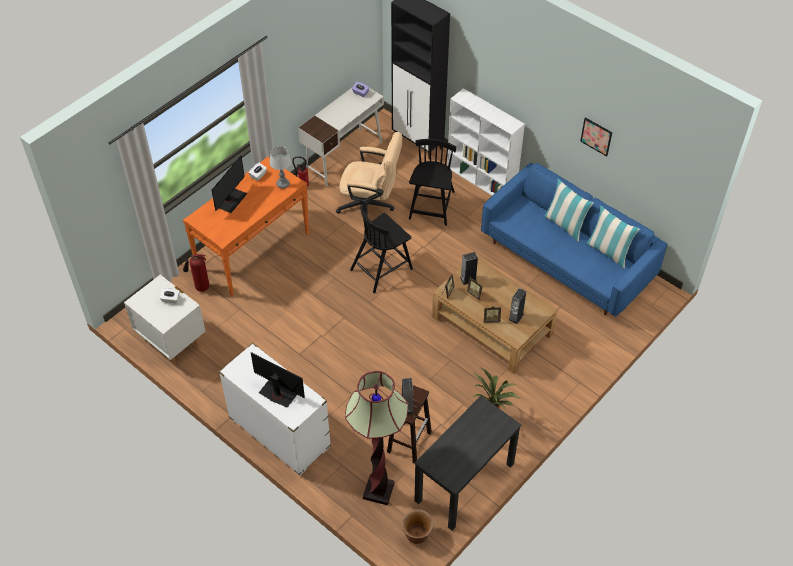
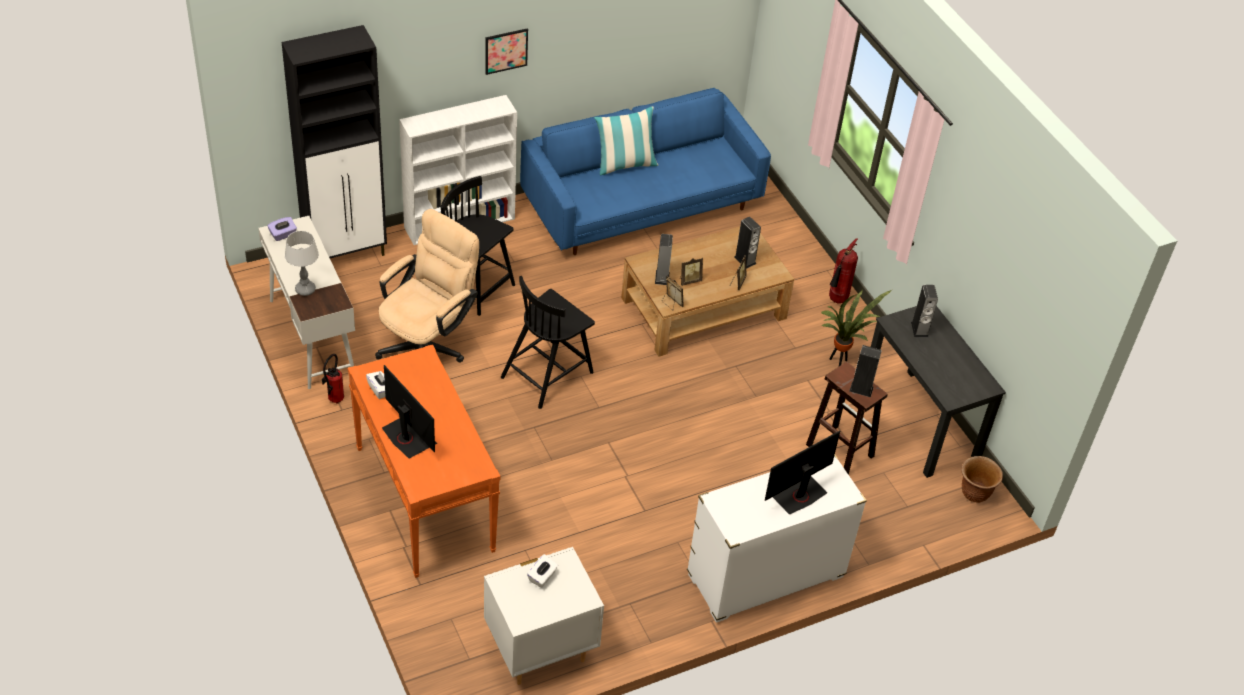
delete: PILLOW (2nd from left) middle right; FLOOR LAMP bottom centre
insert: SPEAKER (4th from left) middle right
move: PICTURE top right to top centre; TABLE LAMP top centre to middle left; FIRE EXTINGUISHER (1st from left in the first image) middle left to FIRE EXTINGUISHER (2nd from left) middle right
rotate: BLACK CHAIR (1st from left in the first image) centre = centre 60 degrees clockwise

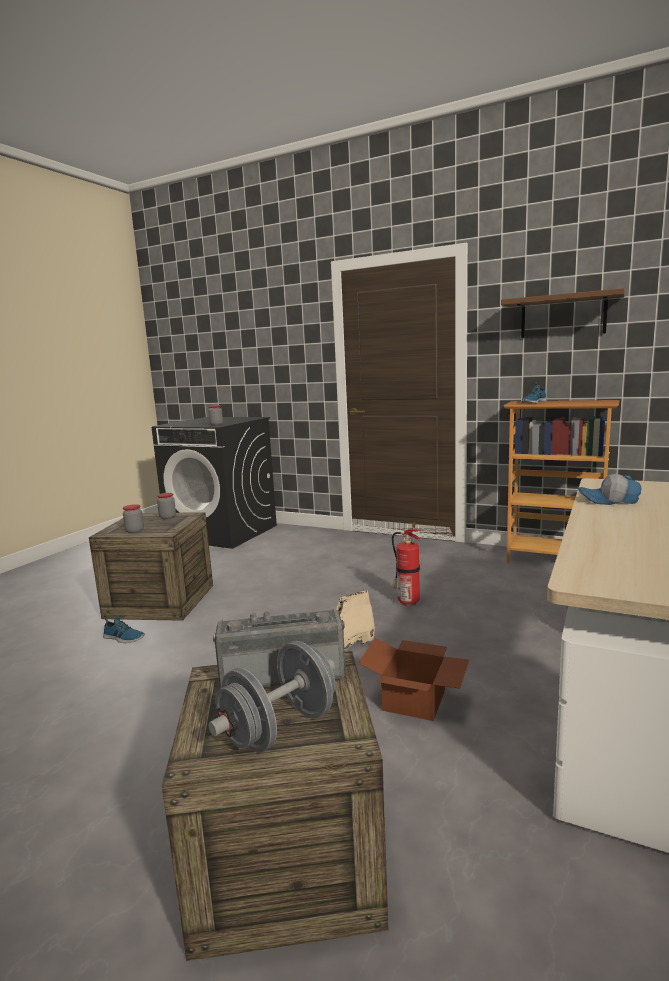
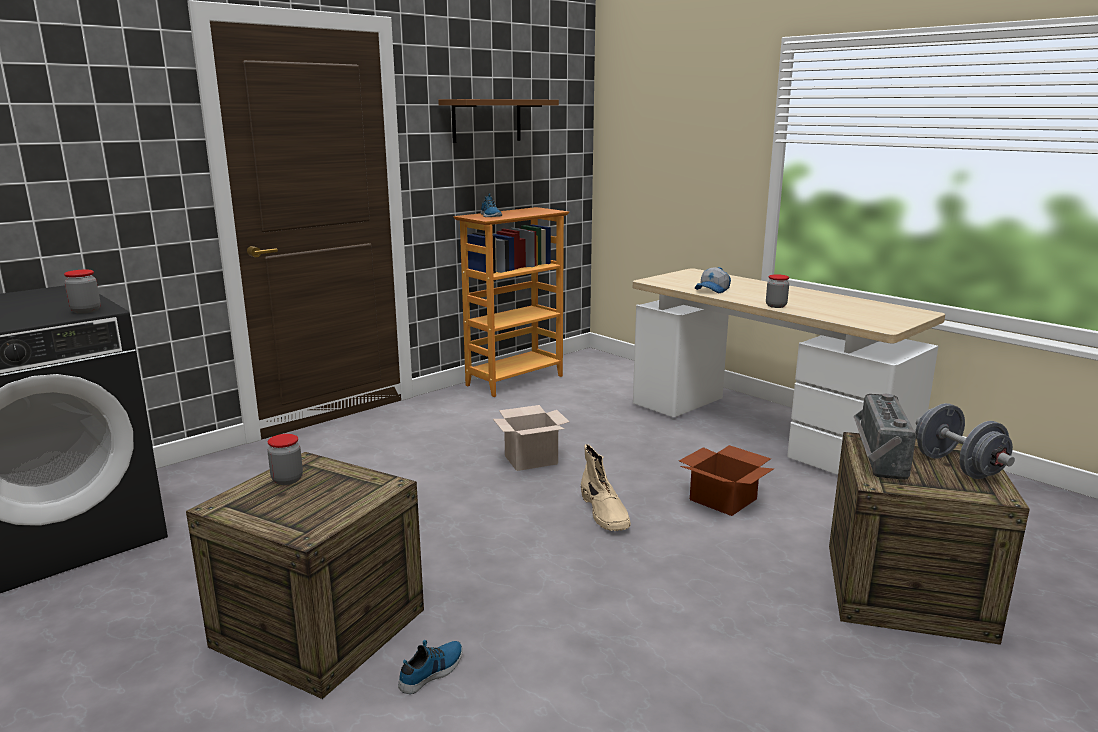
move: JAR (1st from left in the first image) middle left to JAR (3rd from left) middle right
replace: FIRE EXTINGUISHER centre to CARDBOARD BOX (1st from left) centre

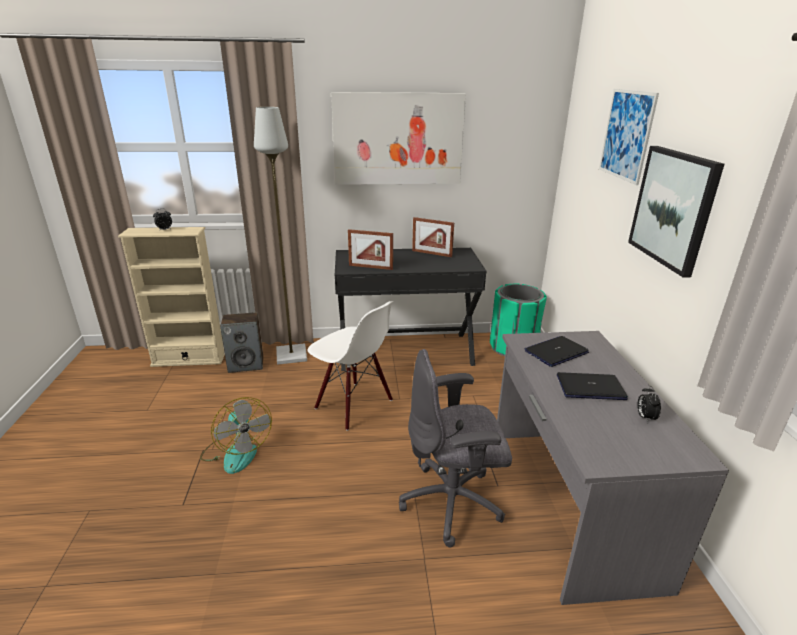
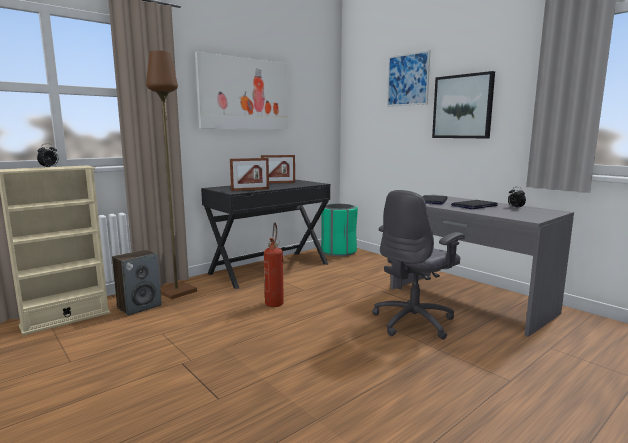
delete: FAN bottom left
replace: WHITE CHAIR centre to FIRE EXTINGUISHER centre
recolor: GREY FLOOR LAMP centre to BROWN FLOOR LAMP middle left

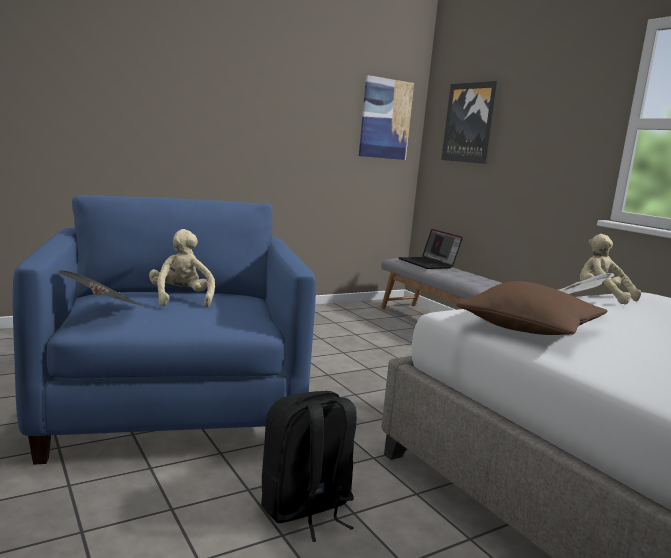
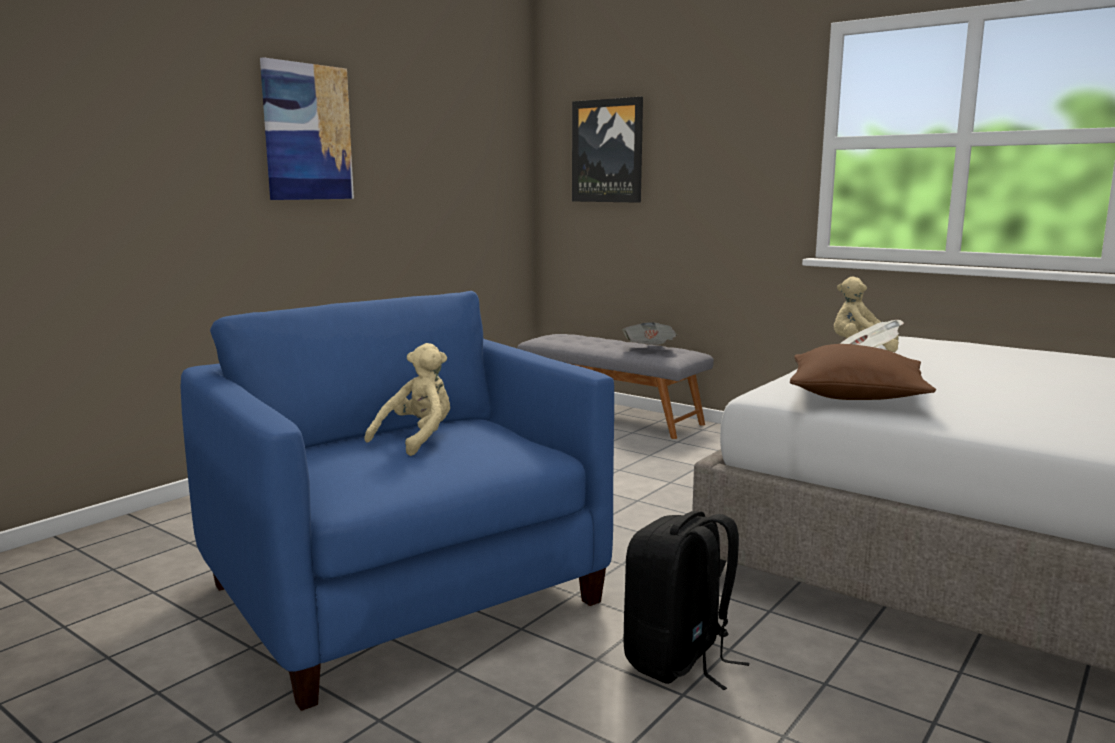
delete: LAPTOP centre
move: PICTURE (1st from left) top centre to top left; NEWSPAPER (1st from left) middle left to centre
rotate: BEIGE PLUSH TOY (1st from left) middle left = centre 75 degrees clockwise

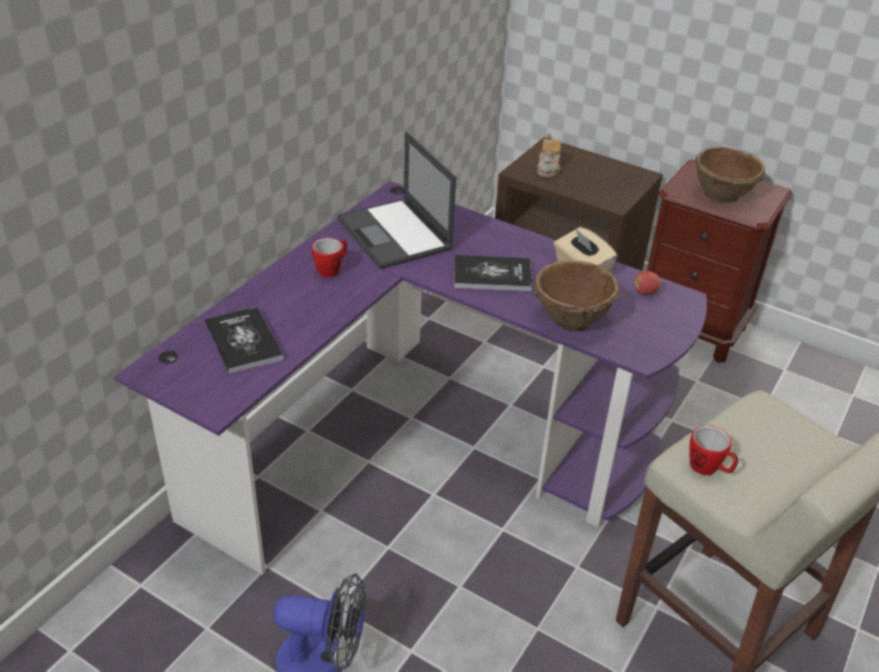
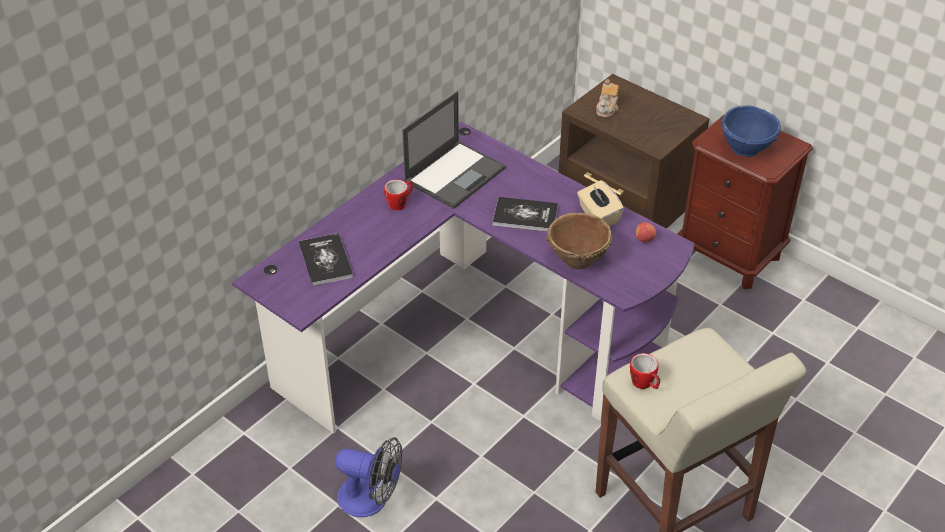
recolor: BROWN BOWL (2nd from left) top right to BLUE BOWL top right
rotate: LAPTOP top centre = top centre 120 degrees counterclockwise

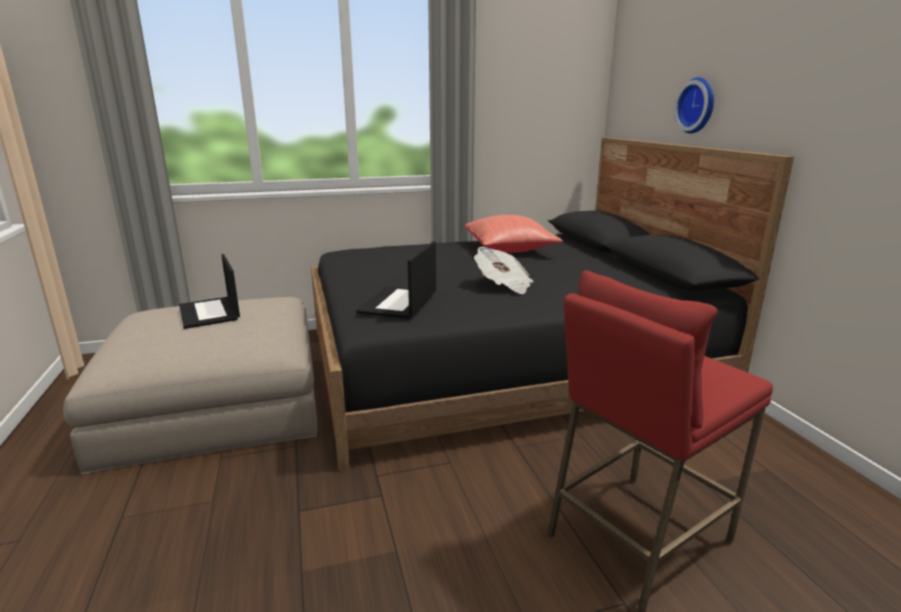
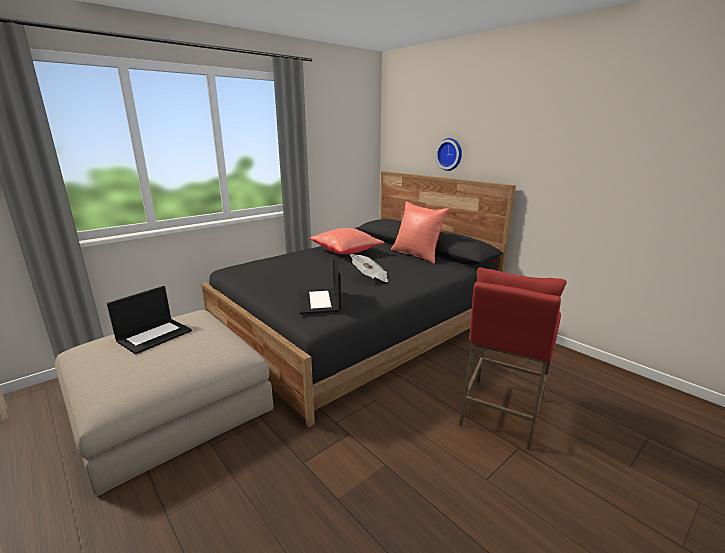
insert: RED PILLOW (2nd from left) centre
rotate: LAPTOP (1st from left) middle left = middle left 90 degrees counterclockwise

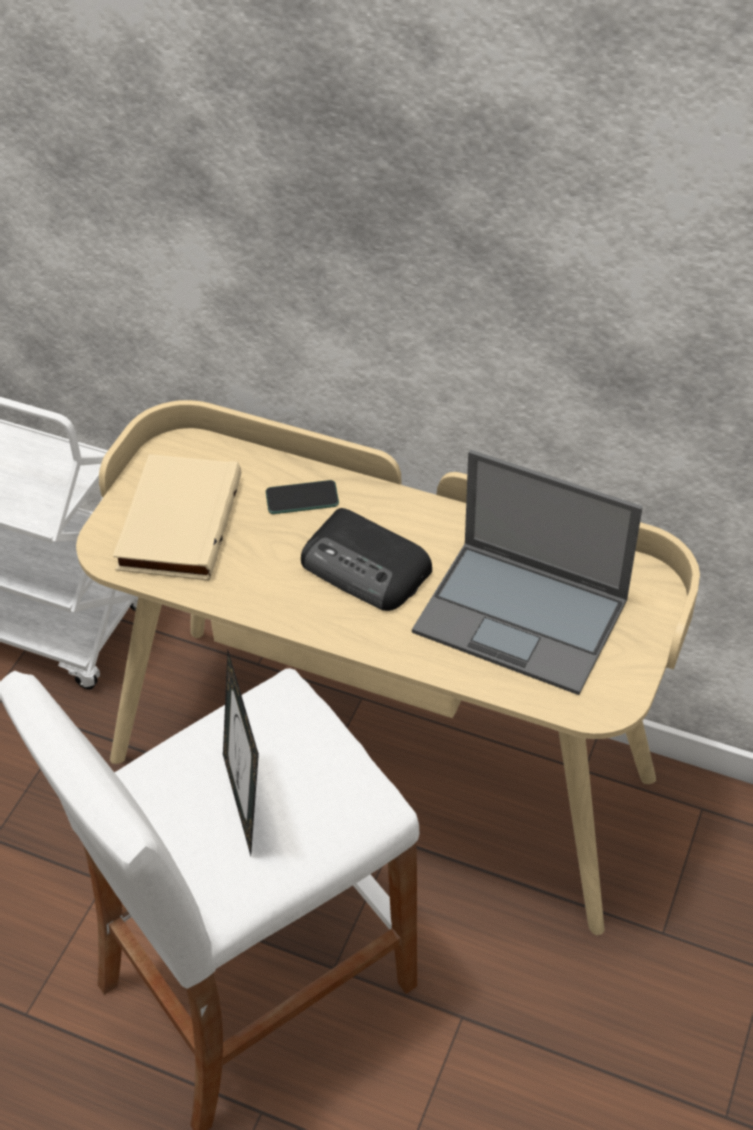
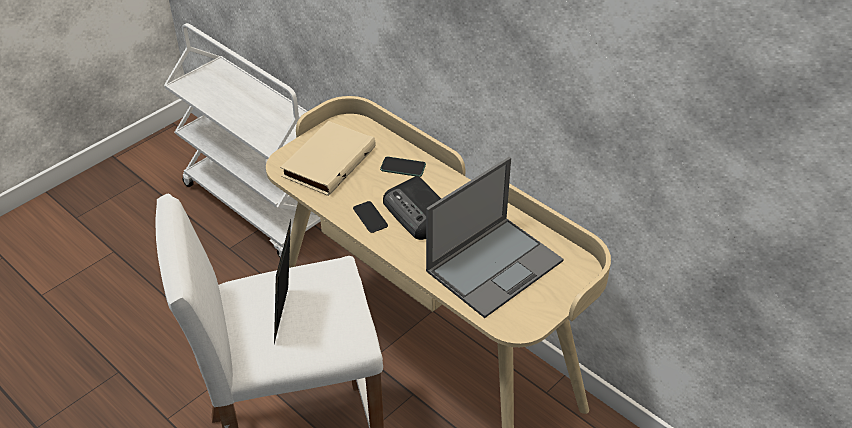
insert: PHONE (1st from left) centre
rotate: LAPTOP middle right = centre 90 degrees counterclockwise

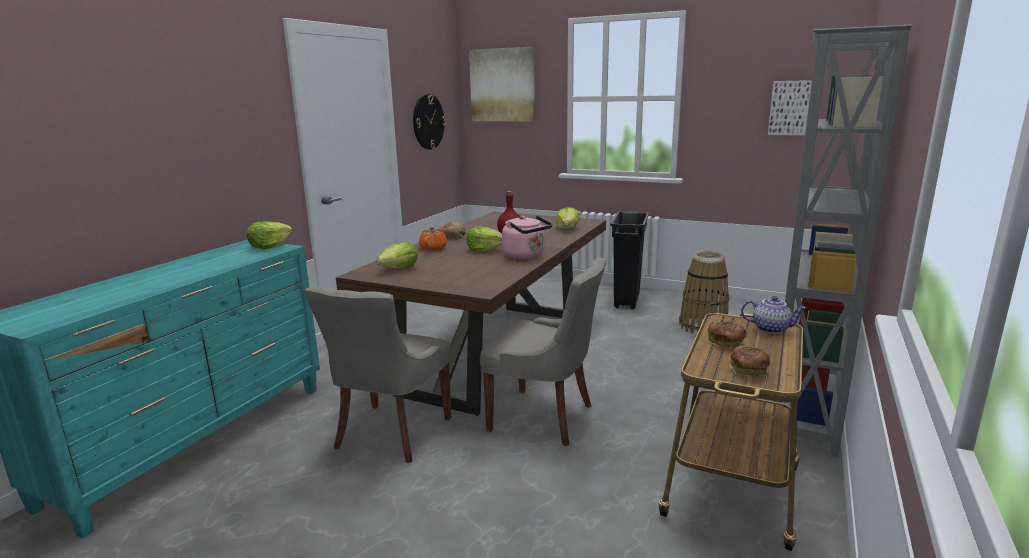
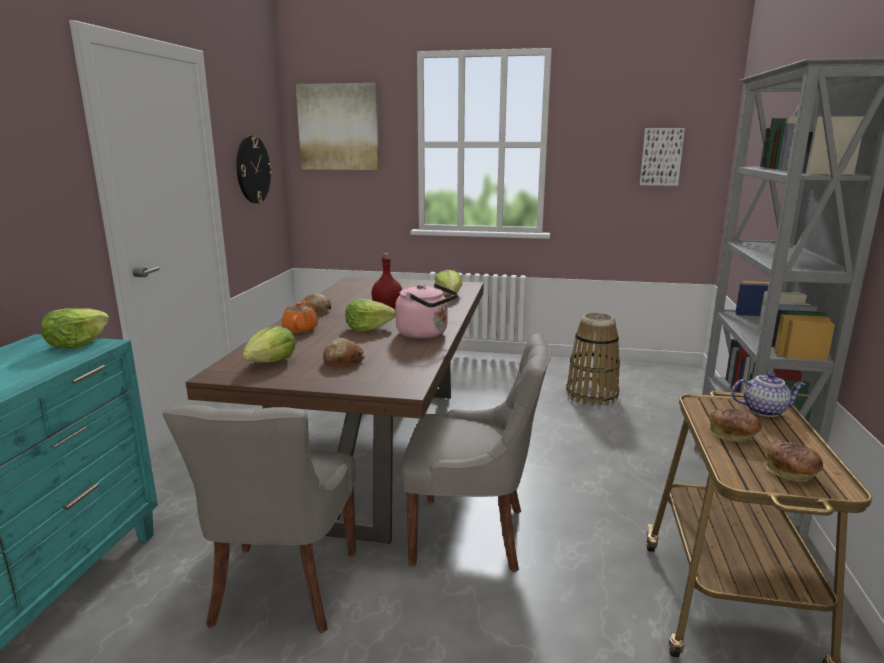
delete: BLACK TRASH CAN centre
insert: BREAD (2nd from left) centre

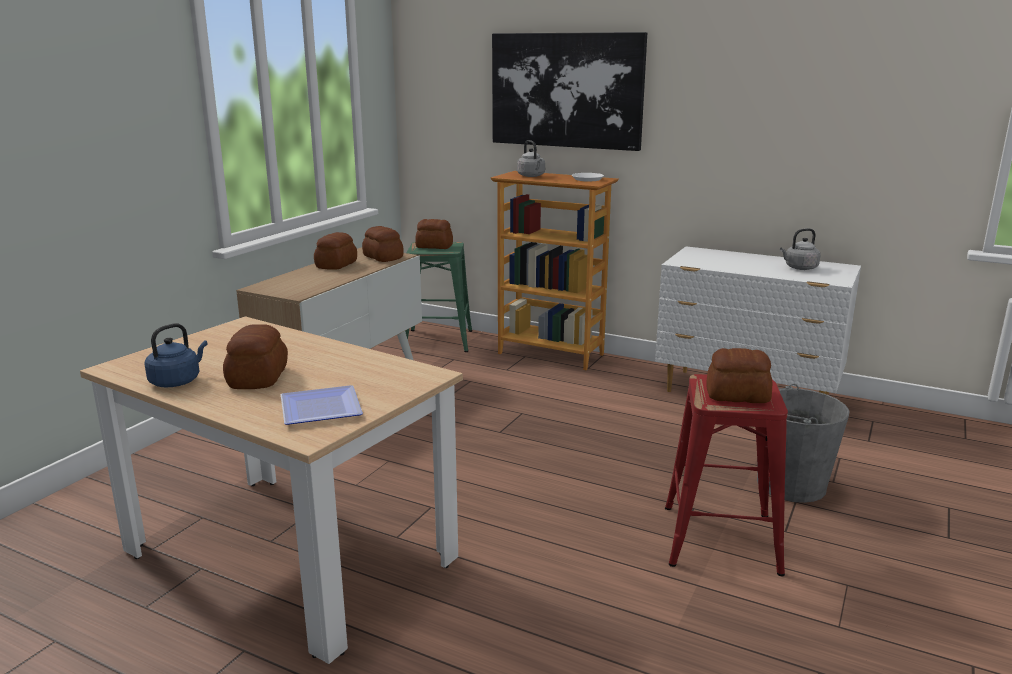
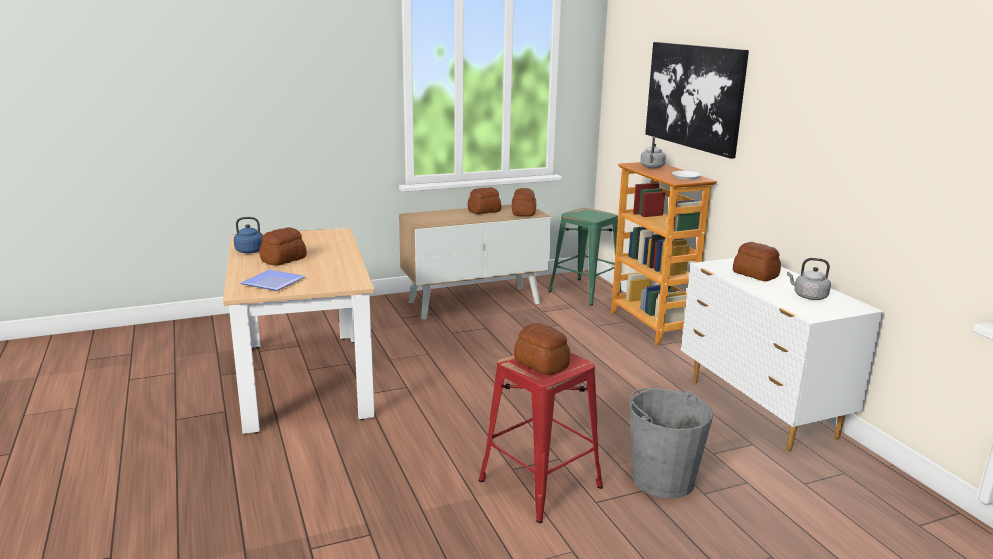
move: BREAD (4th from left in the first image) centre to BREAD (5th from left) middle right

